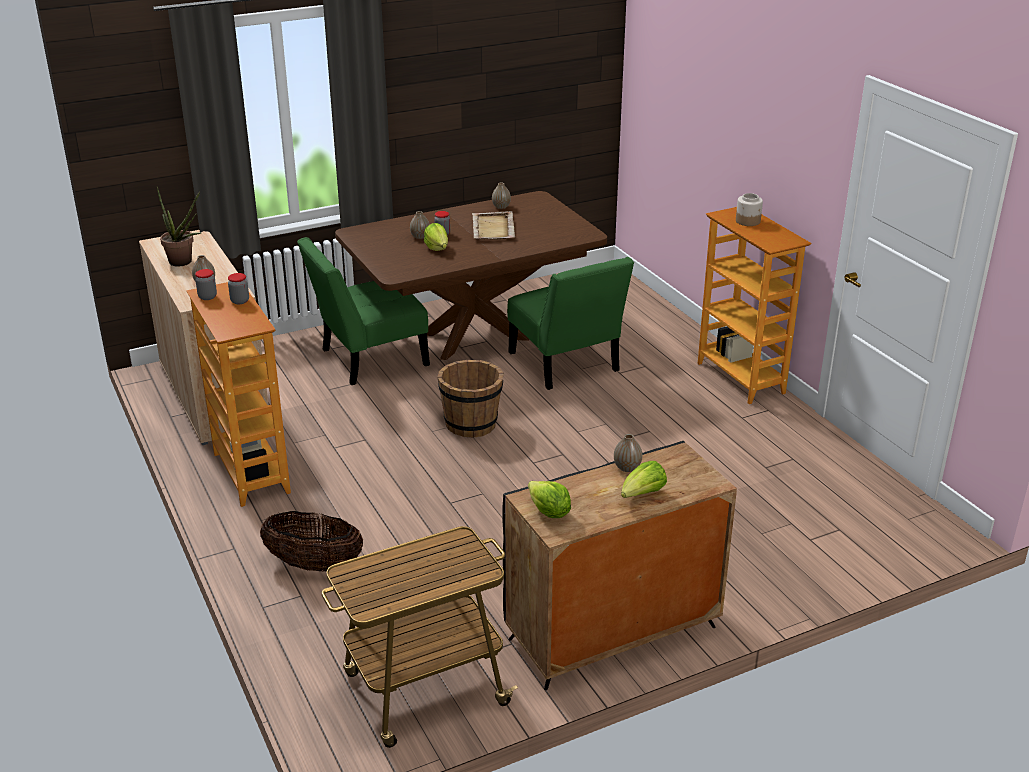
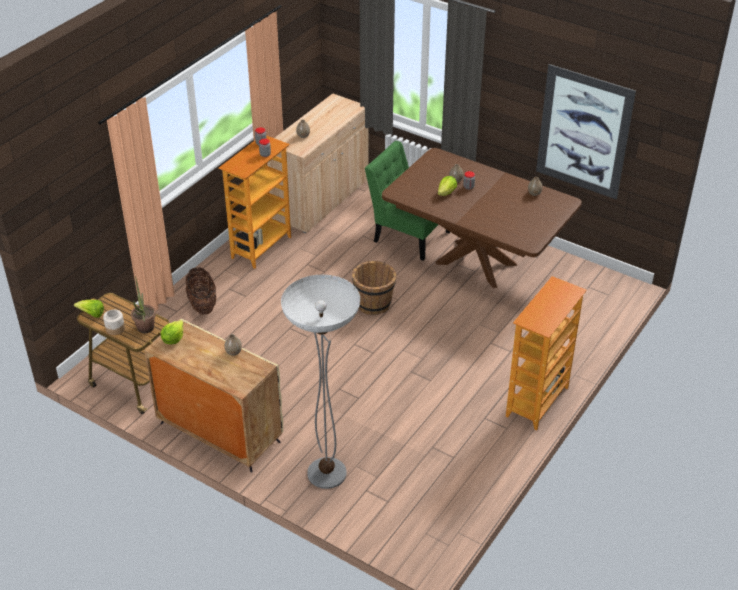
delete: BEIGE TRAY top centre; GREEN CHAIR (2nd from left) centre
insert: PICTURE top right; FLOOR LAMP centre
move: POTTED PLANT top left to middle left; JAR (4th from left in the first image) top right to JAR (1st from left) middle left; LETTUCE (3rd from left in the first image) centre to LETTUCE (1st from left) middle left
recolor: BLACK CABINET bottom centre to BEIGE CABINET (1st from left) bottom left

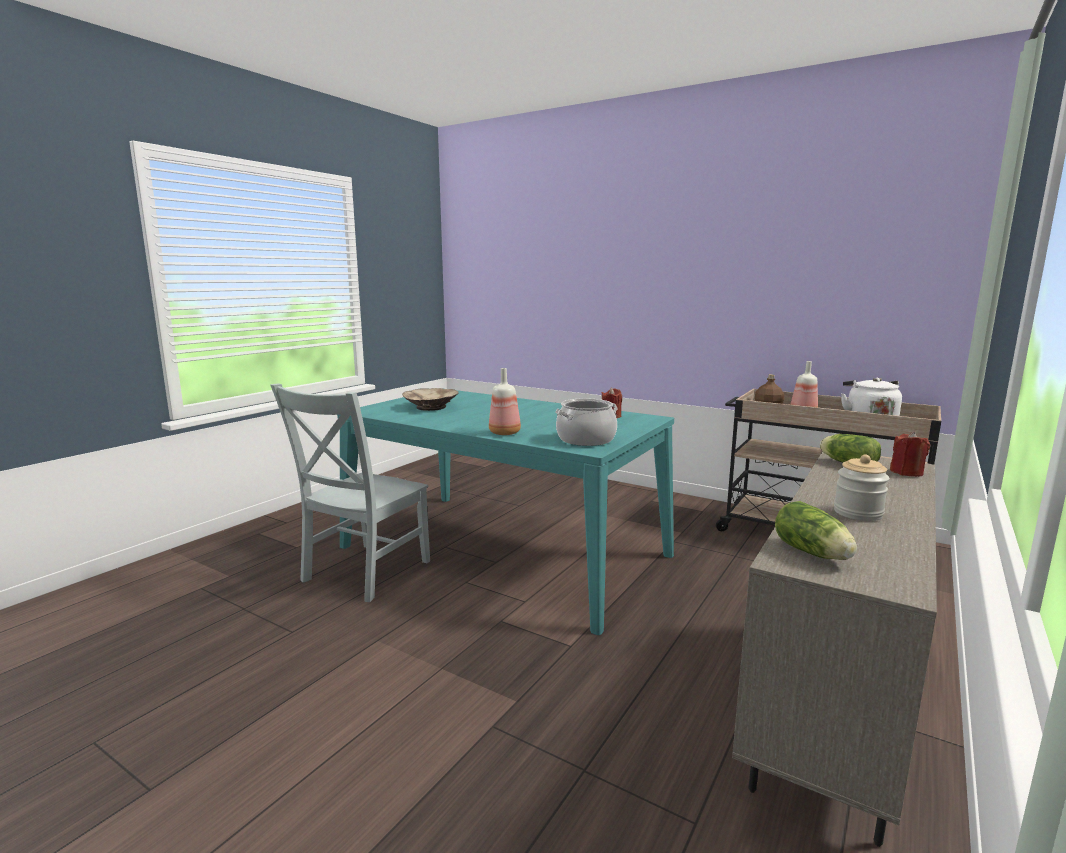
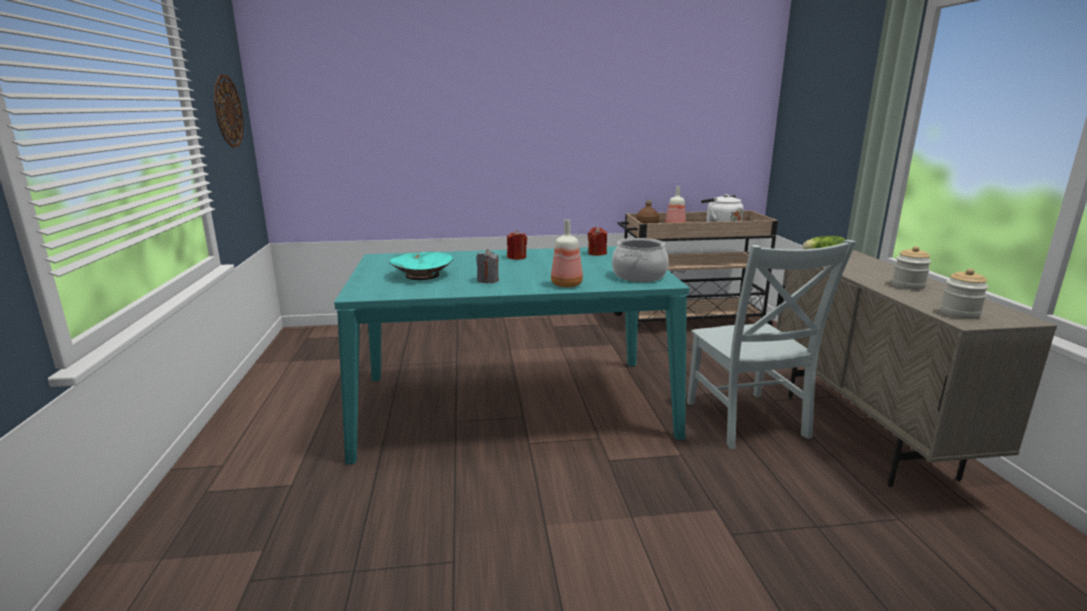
insert: WALL CLOCK top left; GREY CANDLE centre
move: GREY CHAIR middle left to middle right; RED CANDLE (2nd from left in the first image) middle right to RED CANDLE (1st from left) centre
replace: LETTUCE (1st from left) middle right to JAR (2nd from left) middle right
recolor: BEIGE BOWL centre to TURQUOISE BOWL centre

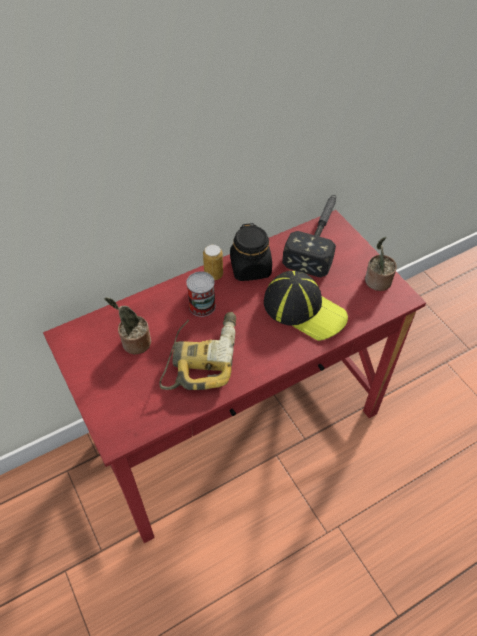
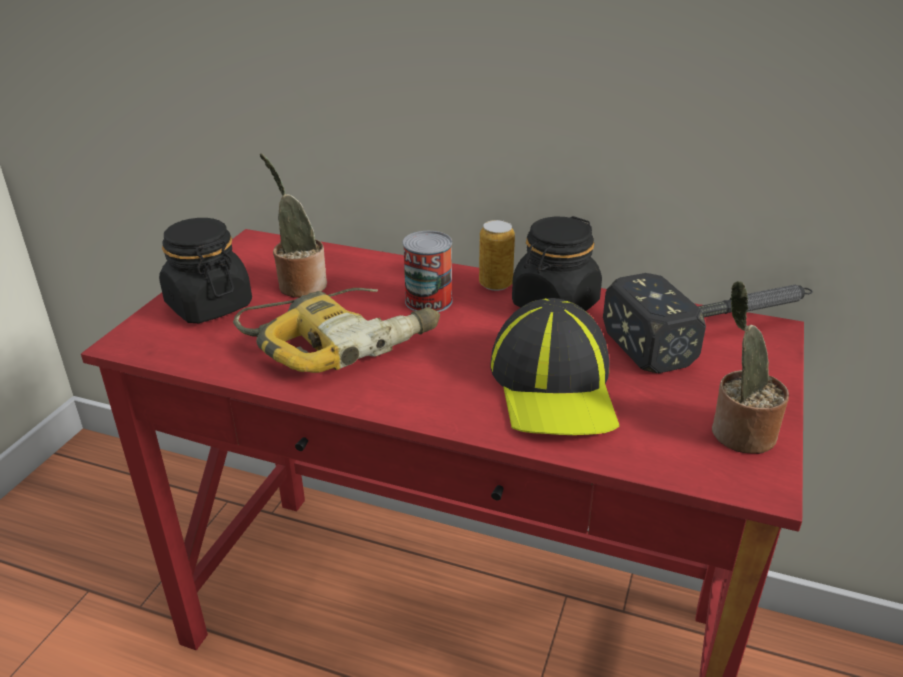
insert: BLACK JAR (1st from left) middle left

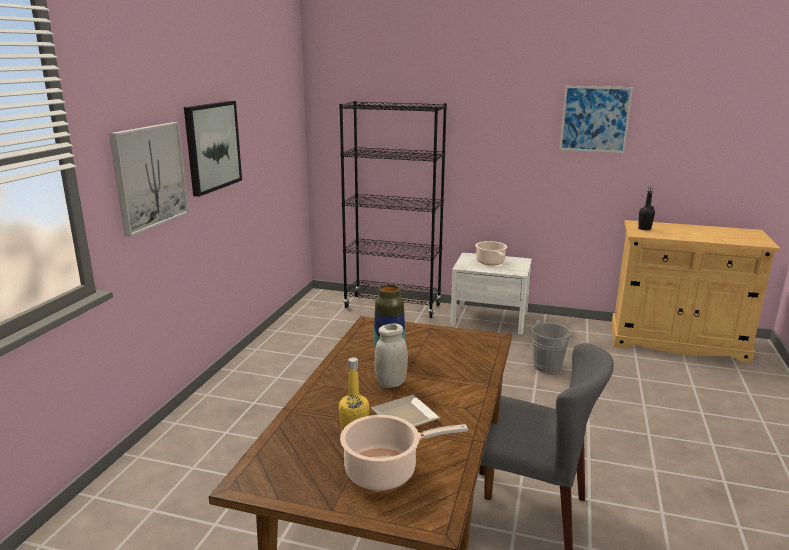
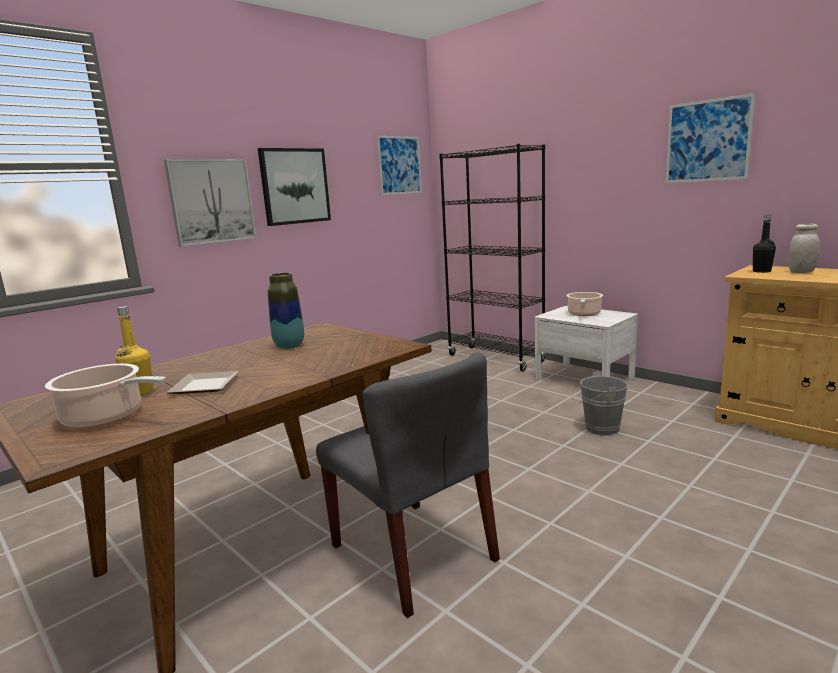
insert: PICTURE (3rd from left) top centre
move: WHITE JAR centre to middle right

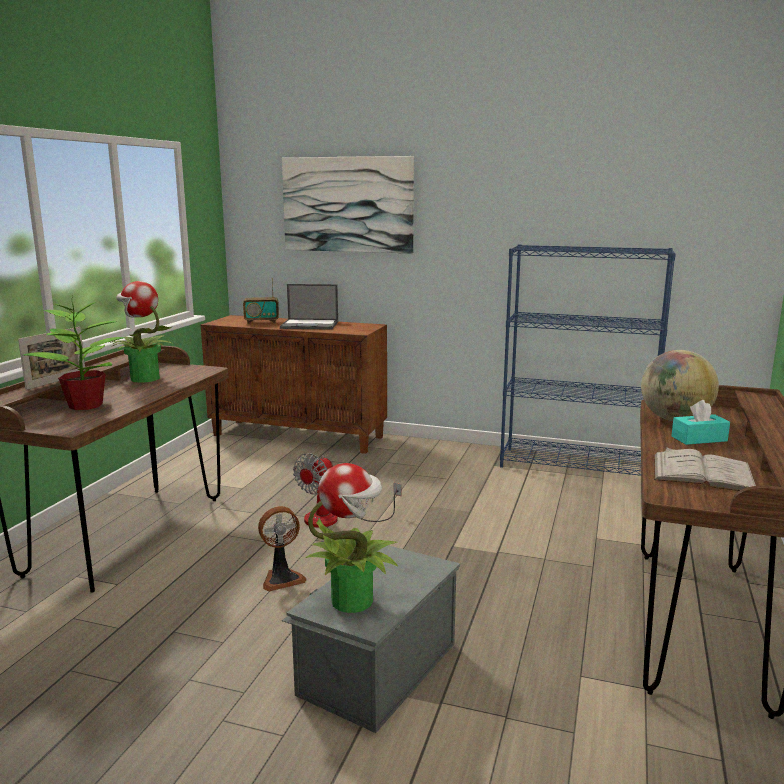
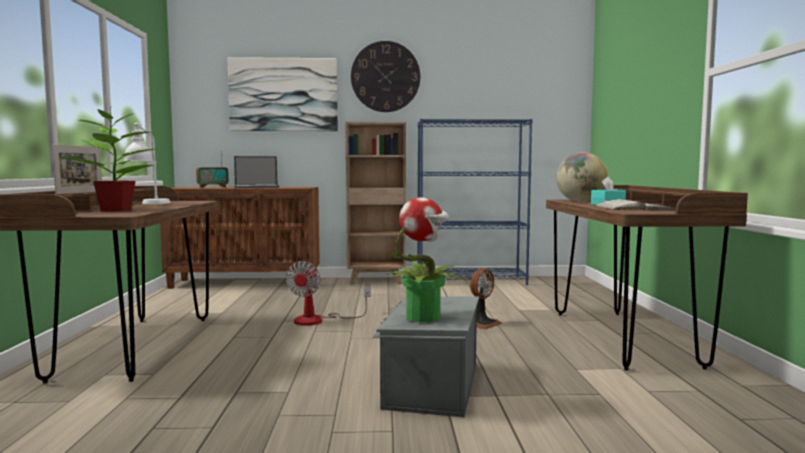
insert: WALL CLOCK top centre; BROWN BOOKCASE centre
move: FAN (1st from left in the first image) bottom centre to FAN (2nd from left) centre
replace: POTTED PLANT (2nd from left) middle left to WHITE TABLE LAMP middle left

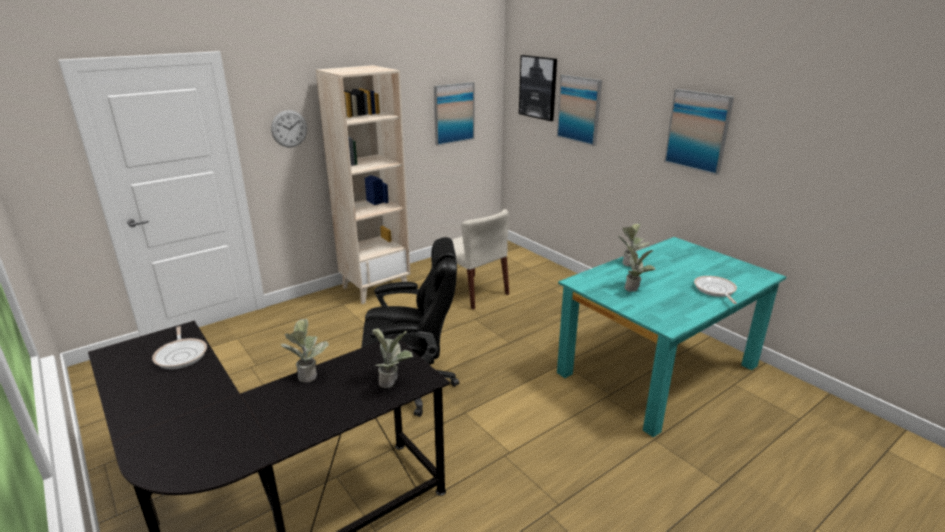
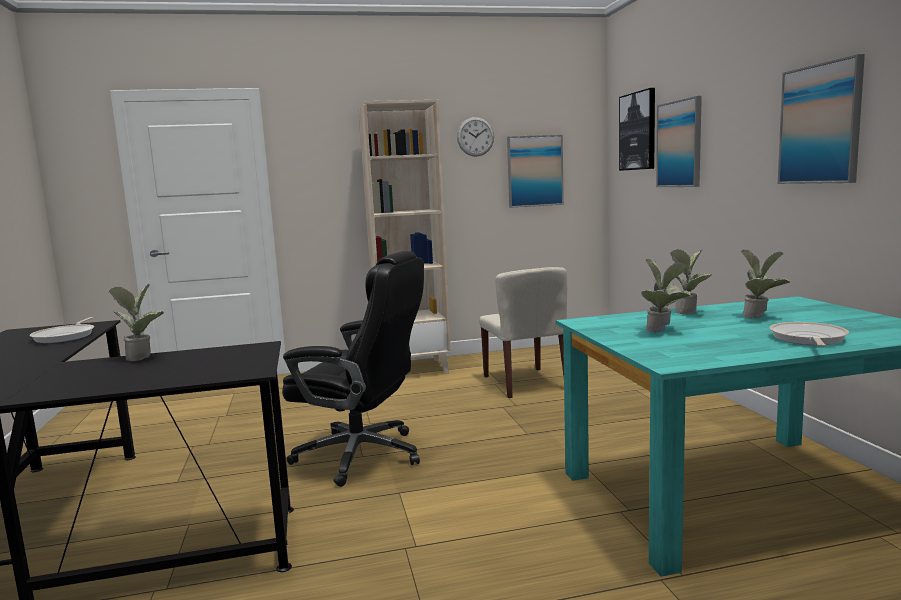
move: WALL CLOCK top left to top centre; POTTED PLANT (2nd from left in the first image) bottom centre to POTTED PLANT (4th from left) middle right

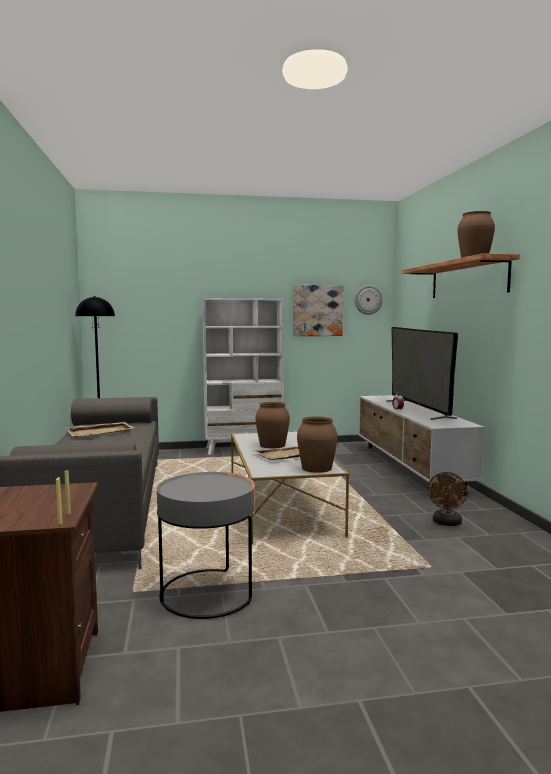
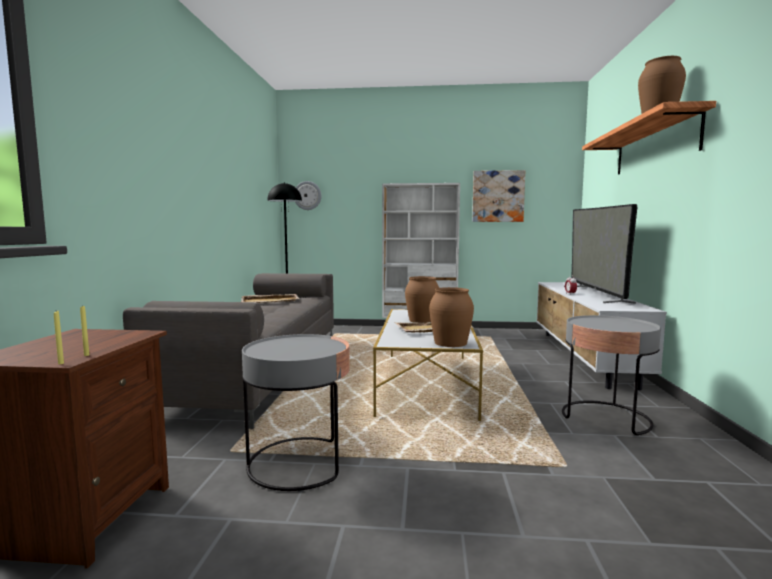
move: WALL CLOCK middle right to centre
replace: BROWN FAN middle right to GREY SIDE TABLE (2nd from left) middle right

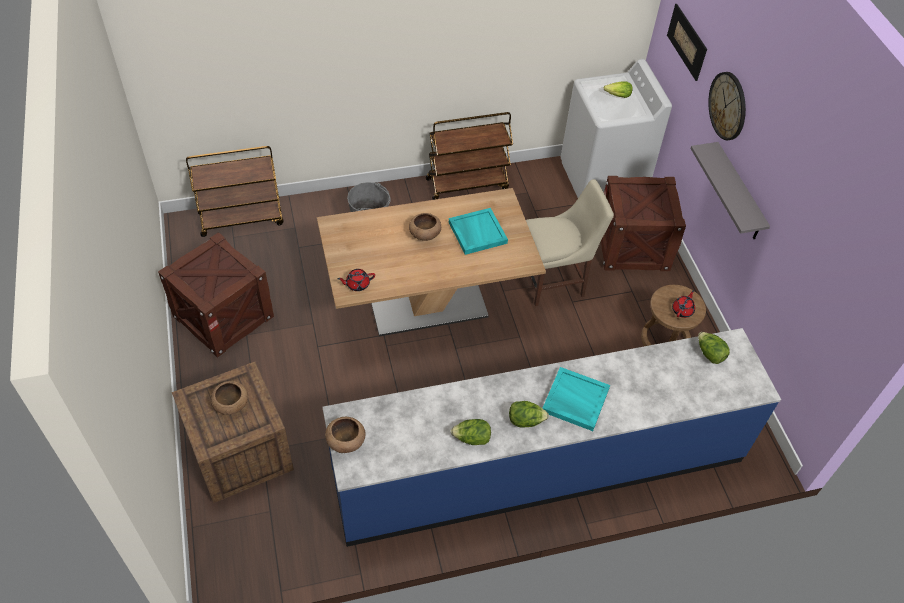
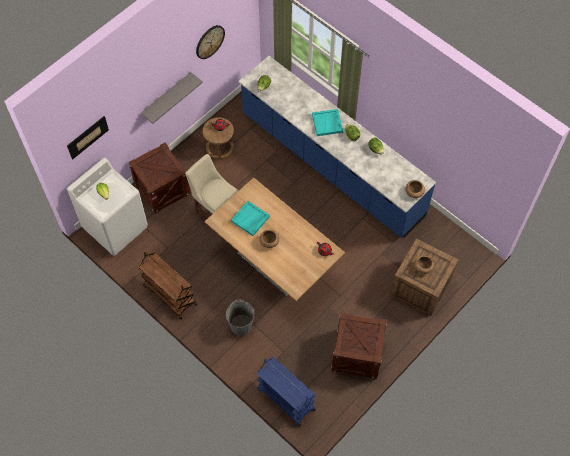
move: WALL CLOCK top right to top centre
recolor: BROWN CART (1st from left) top left to BLUE CART bottom centre

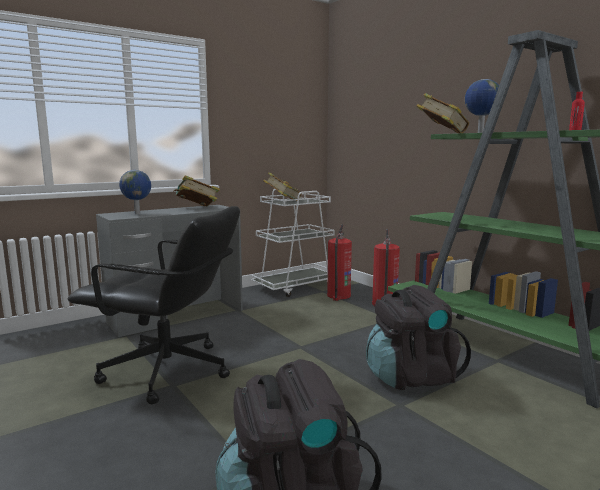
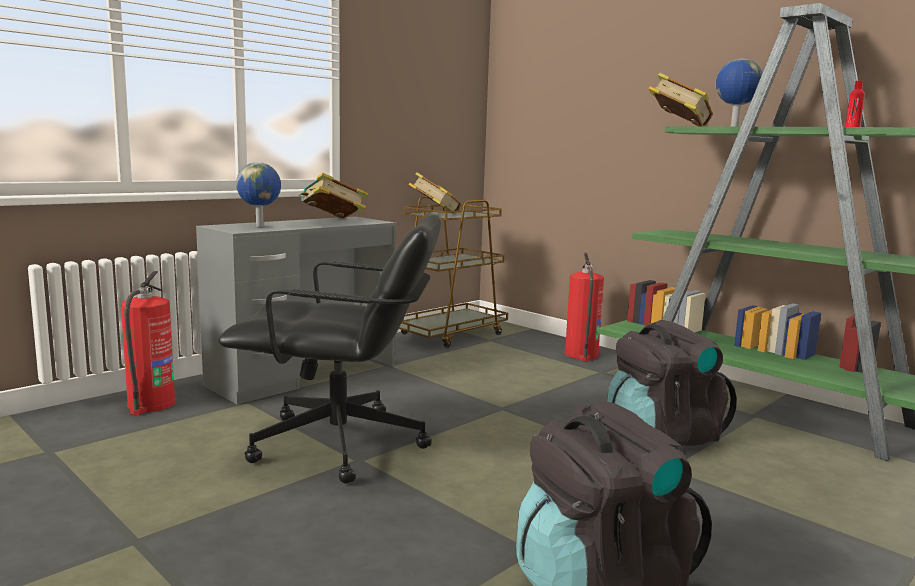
move: FIRE EXTINGUISHER (1st from left) centre to middle left
recolor: WHITE CART centre to BROWN CART centre

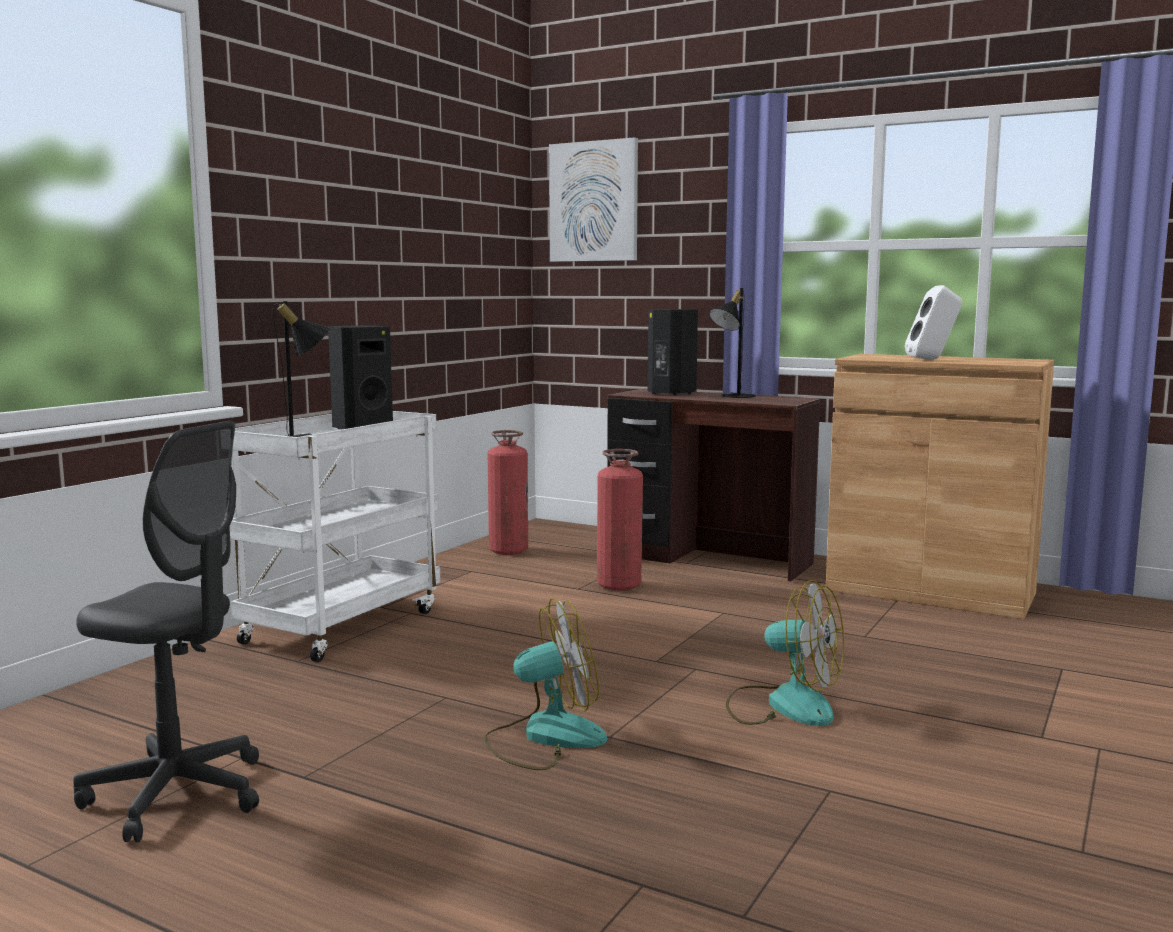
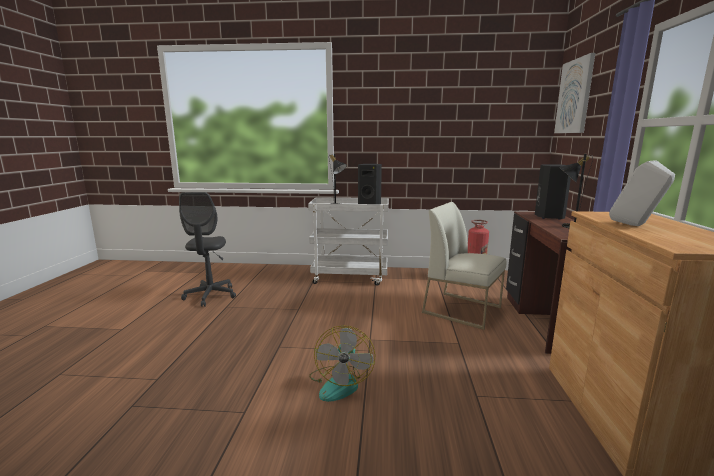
delete: FAN (1st from left) bottom centre
replace: FIRE EXTINGUISHER (2nd from left) centre to WHITE CHAIR centre

